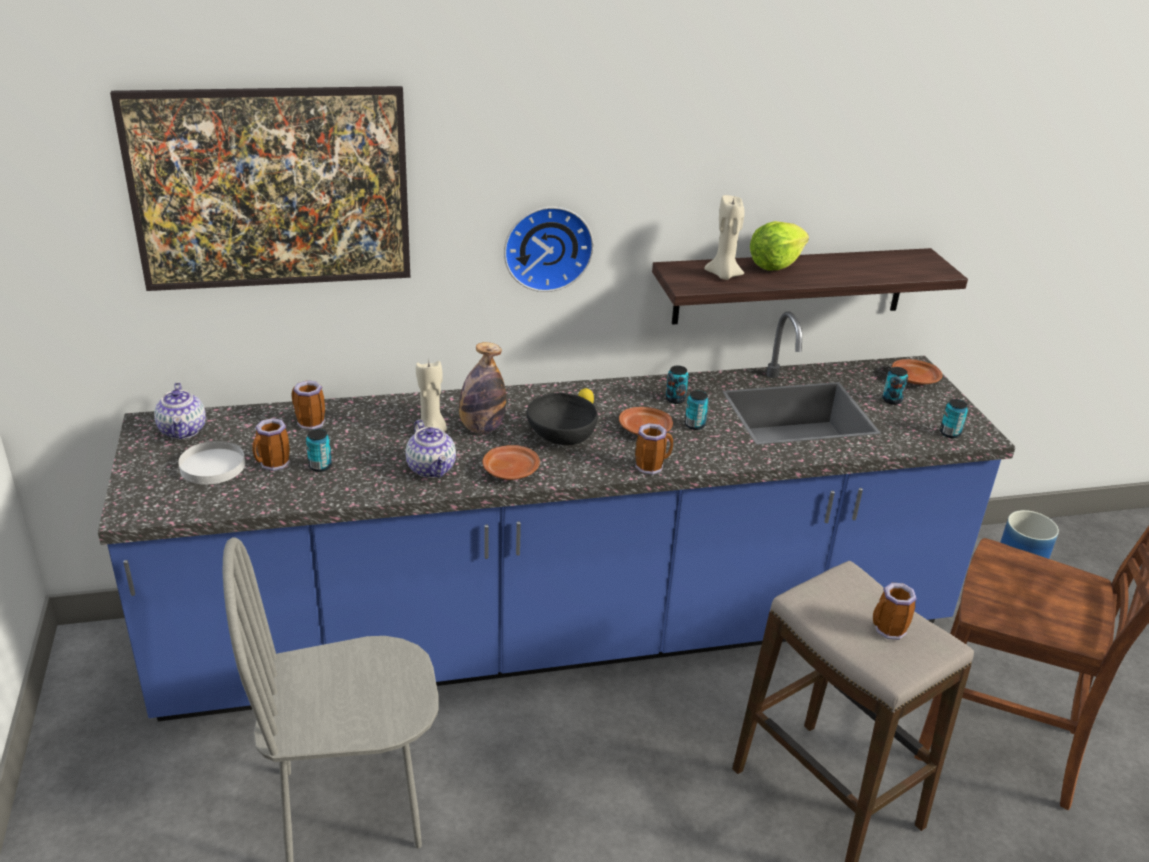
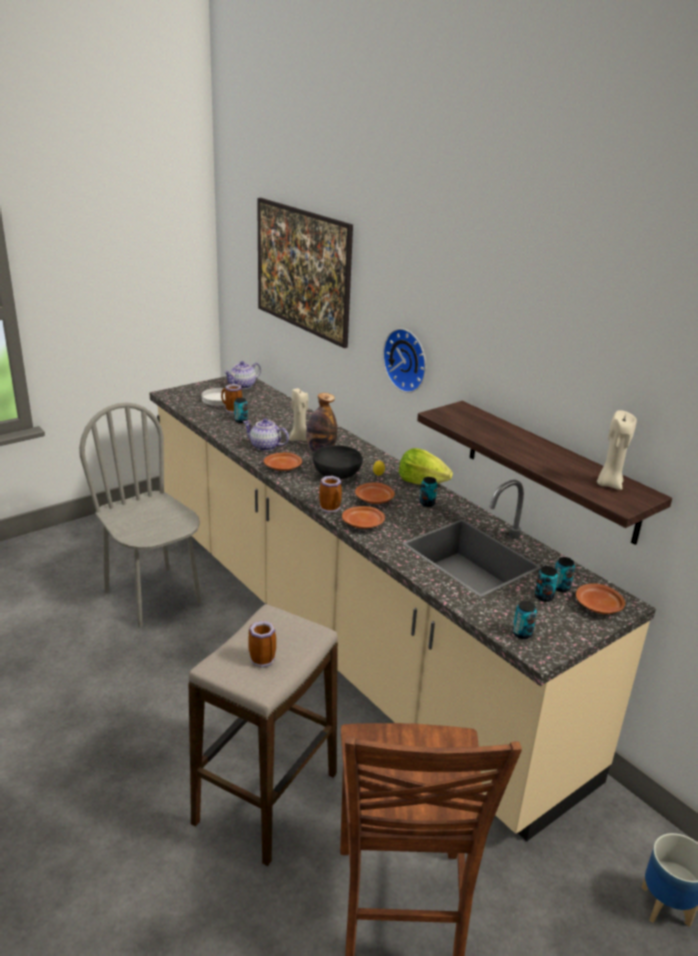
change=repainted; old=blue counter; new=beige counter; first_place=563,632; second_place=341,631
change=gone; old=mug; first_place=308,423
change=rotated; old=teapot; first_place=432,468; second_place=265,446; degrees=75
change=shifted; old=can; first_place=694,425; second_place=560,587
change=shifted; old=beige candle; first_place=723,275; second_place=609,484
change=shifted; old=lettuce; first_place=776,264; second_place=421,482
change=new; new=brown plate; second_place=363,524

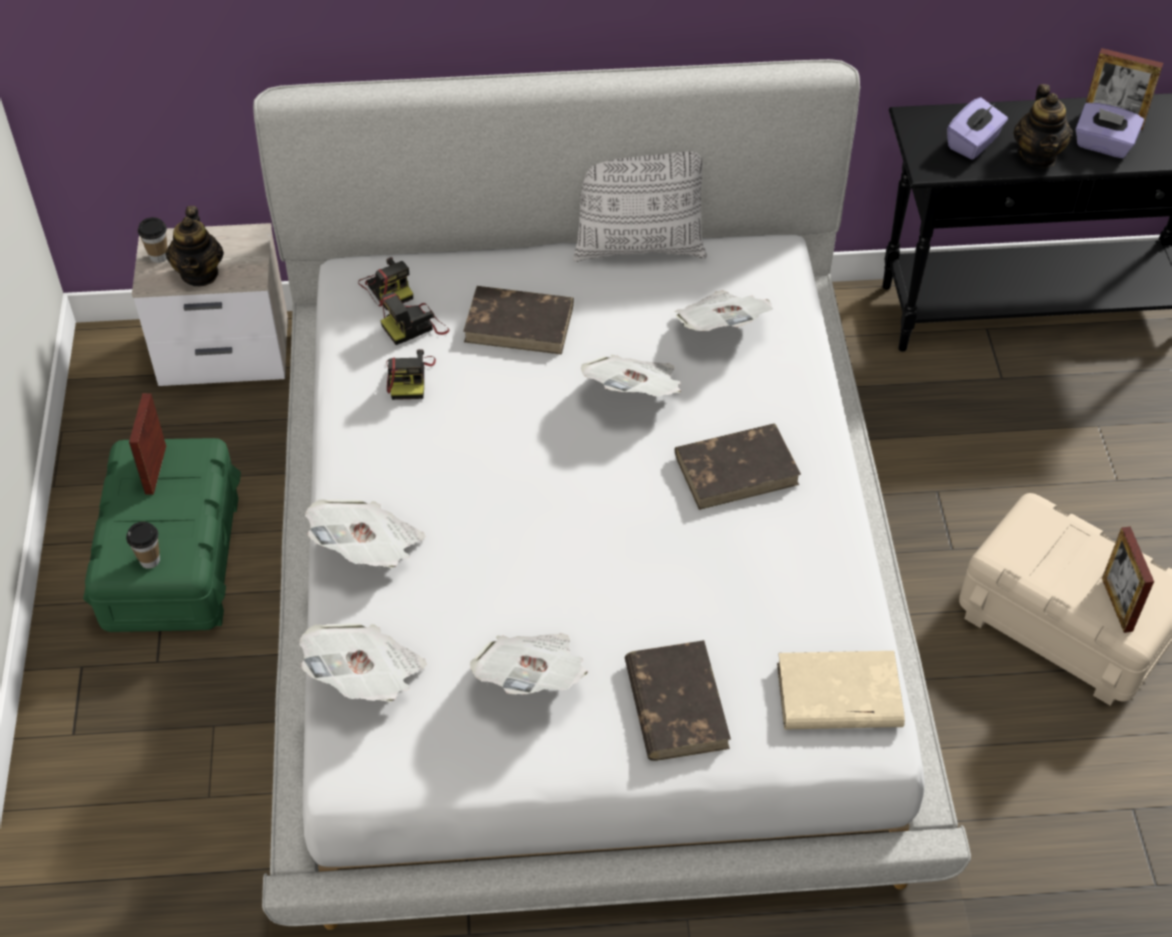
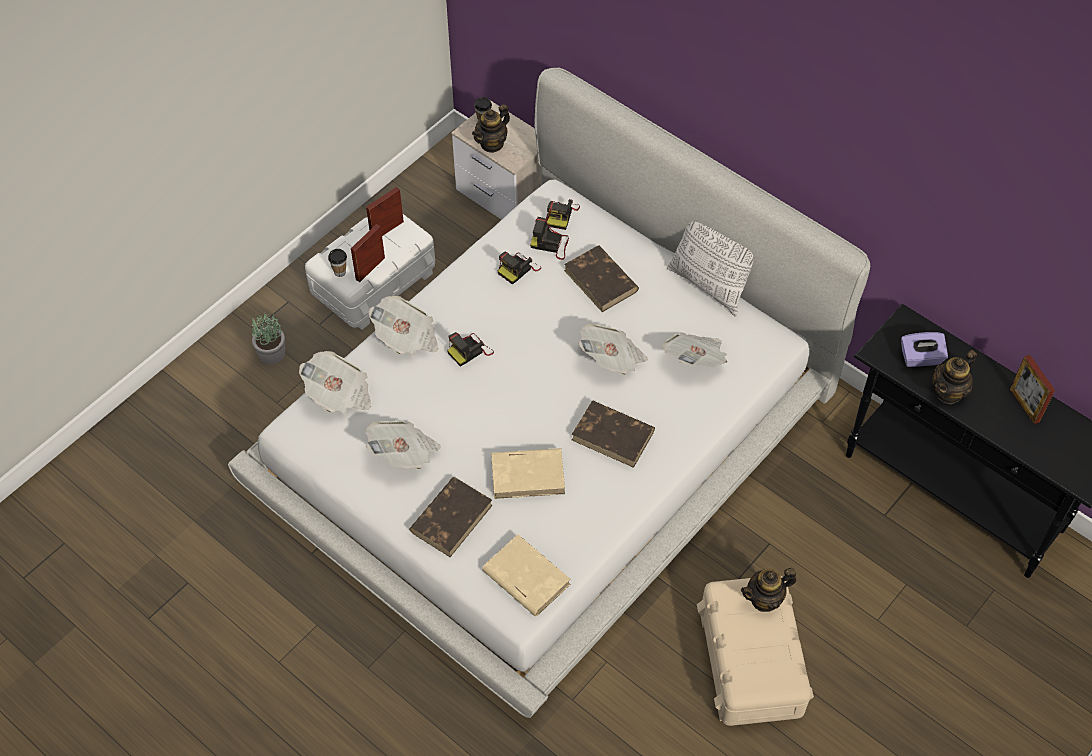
change=repainted; old=green storage box; new=white storage box; first_place=173,561; second_place=374,282
change=gone; old=purple tissue box; first_place=1103,145
change=shifted; old=picture frame; first_place=1117,604; second_place=370,268
change=new; new=potted plant; second_place=272,354
change=new; new=photo camera; second_place=470,351
change=new; new=beige book; second_place=528,475
change=new; new=teapot; second_place=765,599

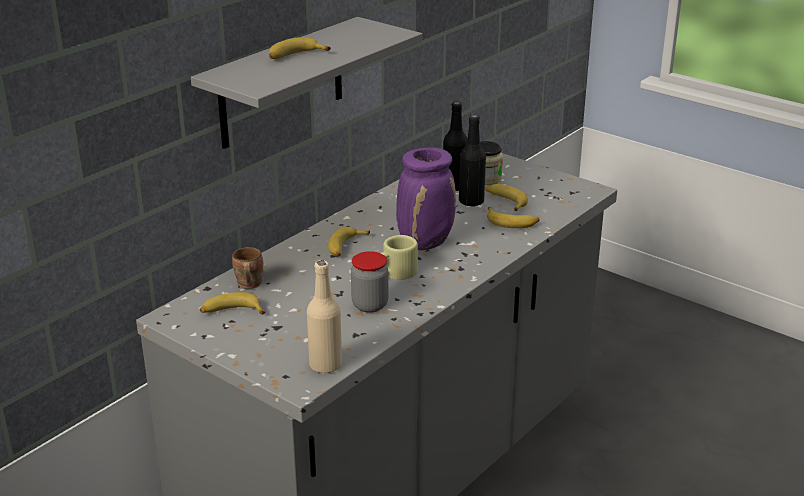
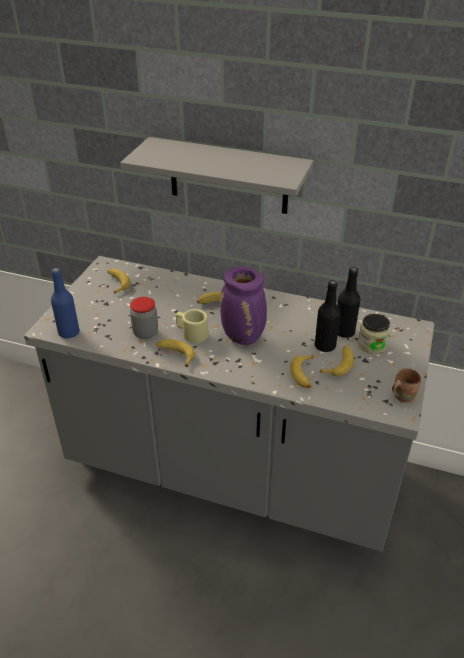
change=shifted; old=brown mug; first_place=248,284; second_place=402,396
change=shifted; old=banana; first_place=295,56; second_place=175,354
change=repainted; old=beige bottle; new=blue bottle; first_place=325,365; second_place=69,332

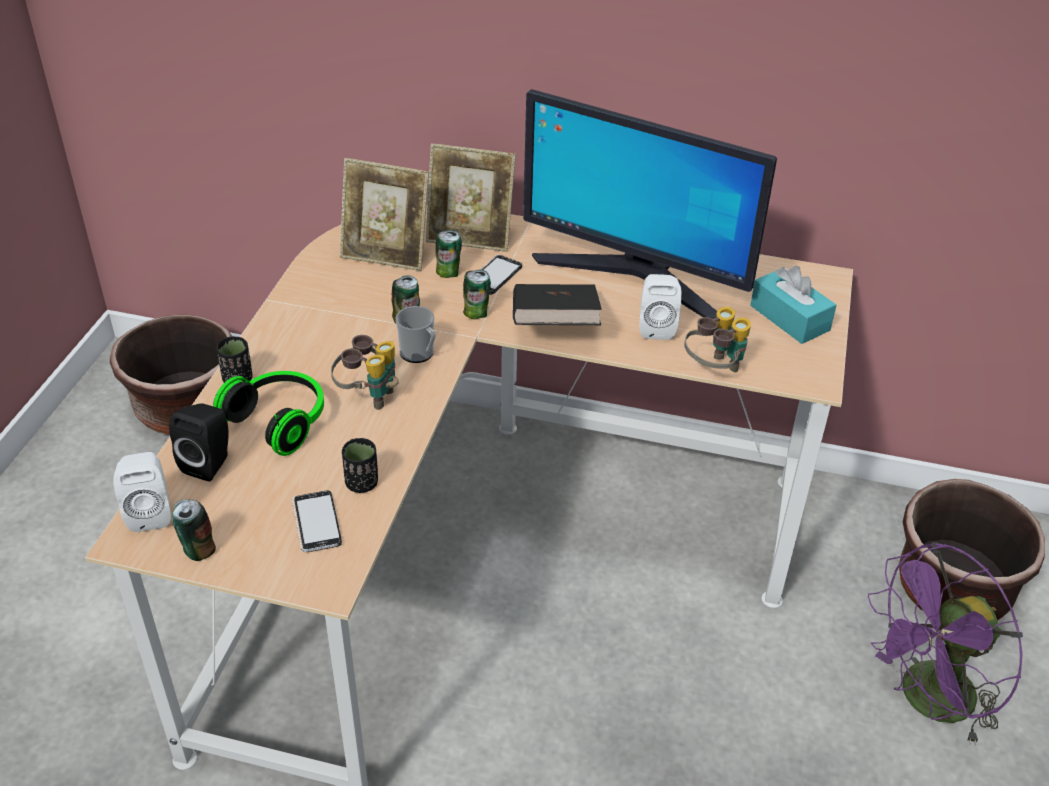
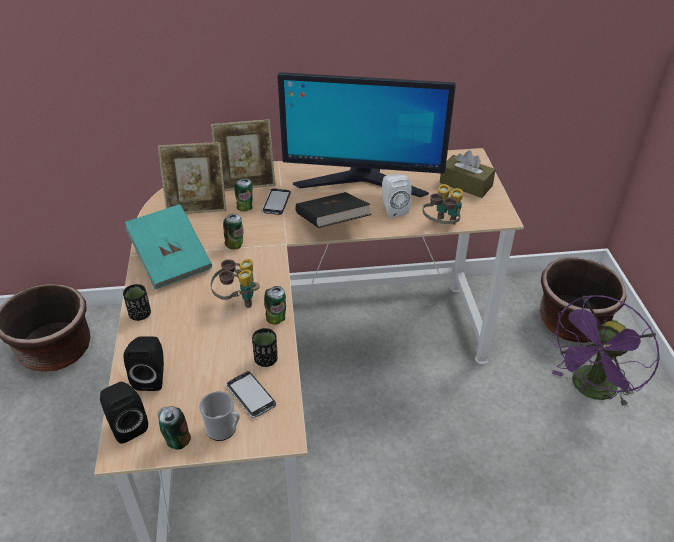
change=repainted; old=white speaker; new=black speaker; first_place=150,512; second_place=127,425
change=gone; old=headphones; first_place=280,421
change=shifted; old=mug; first_place=419,354; second_place=224,430
change=shifted; old=can; first_place=476,314; second_place=276,319
change=repainted; old=turquoise tissue box; new=brown tissue box; first_place=789,318; second_place=465,184
change=new; new=turquoise book; second_place=171,261

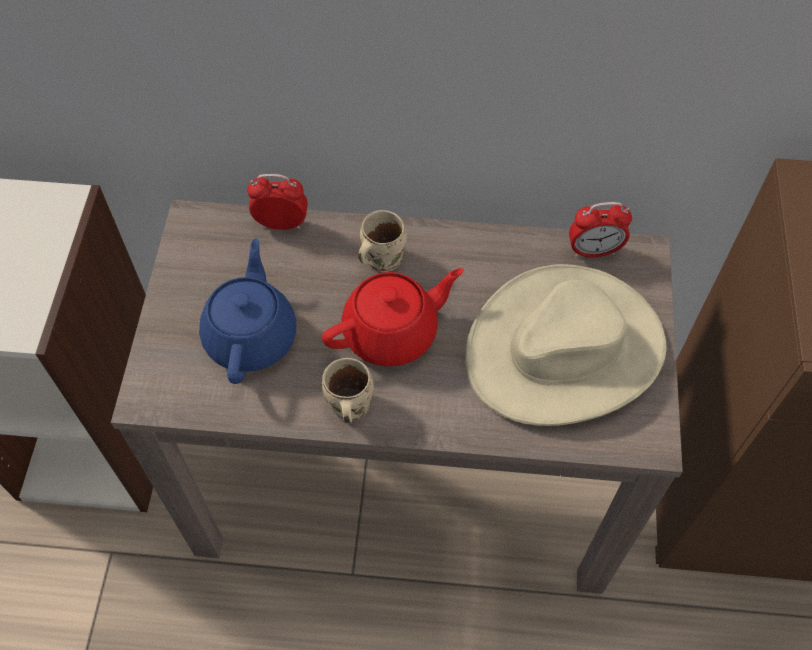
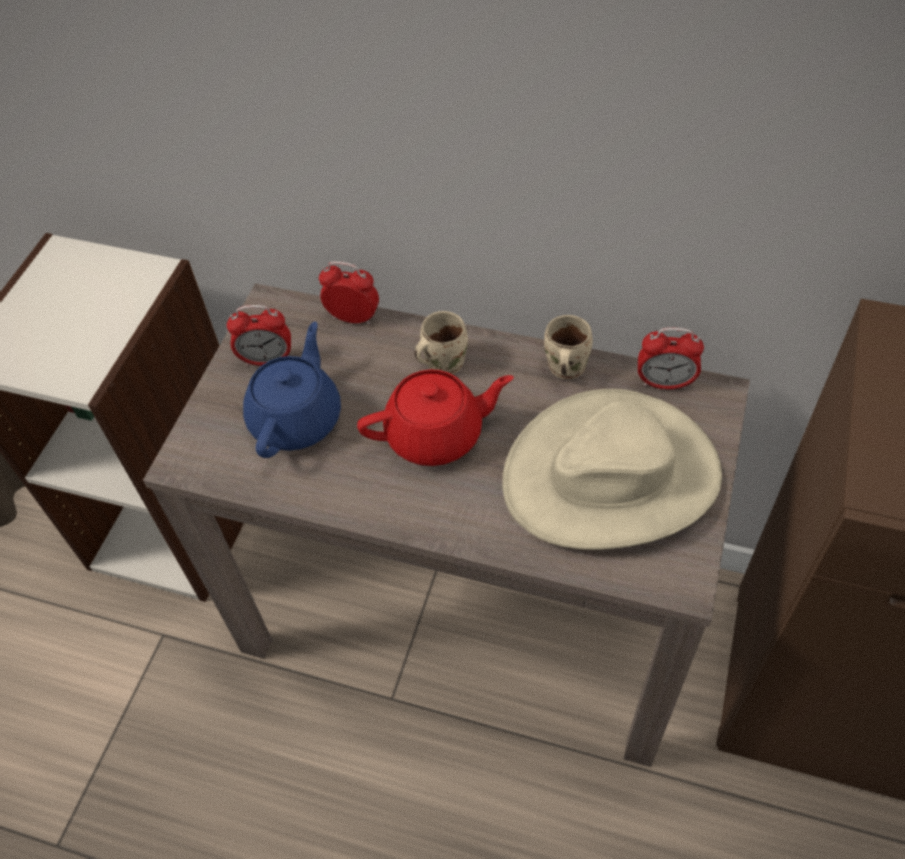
change=shifted; old=beige mug; first_place=347,407; second_place=564,368
change=new; new=alarm clock; second_place=267,360

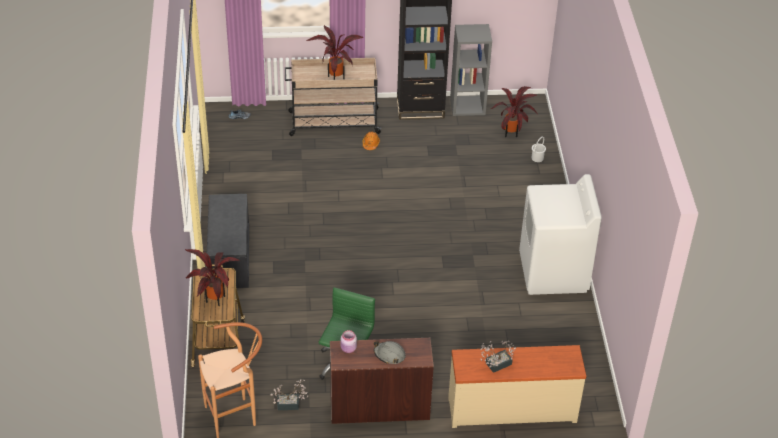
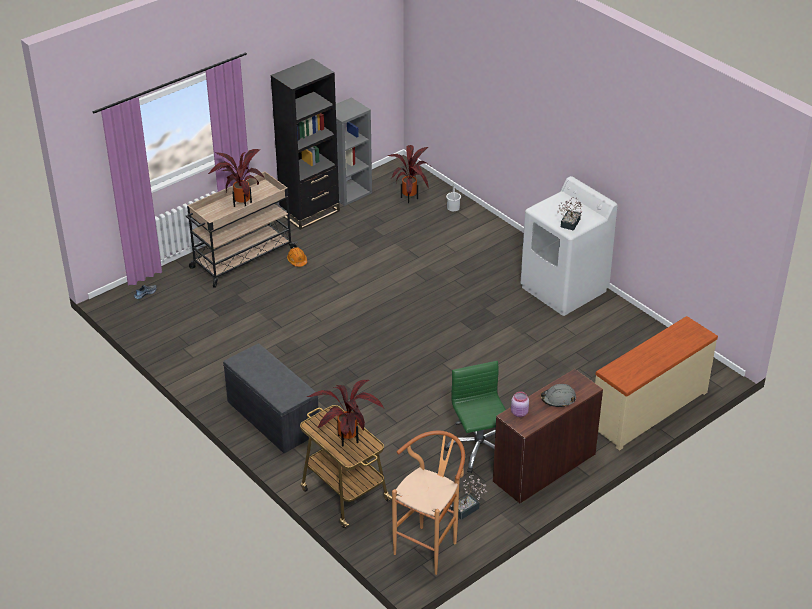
change=shifted; old=potted plant; first_place=495,364; second_place=569,224

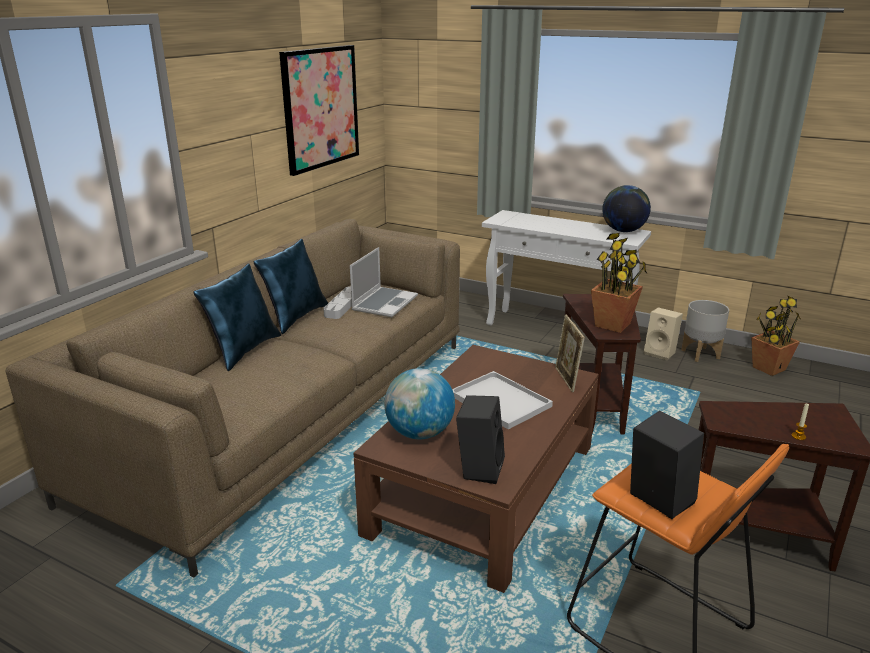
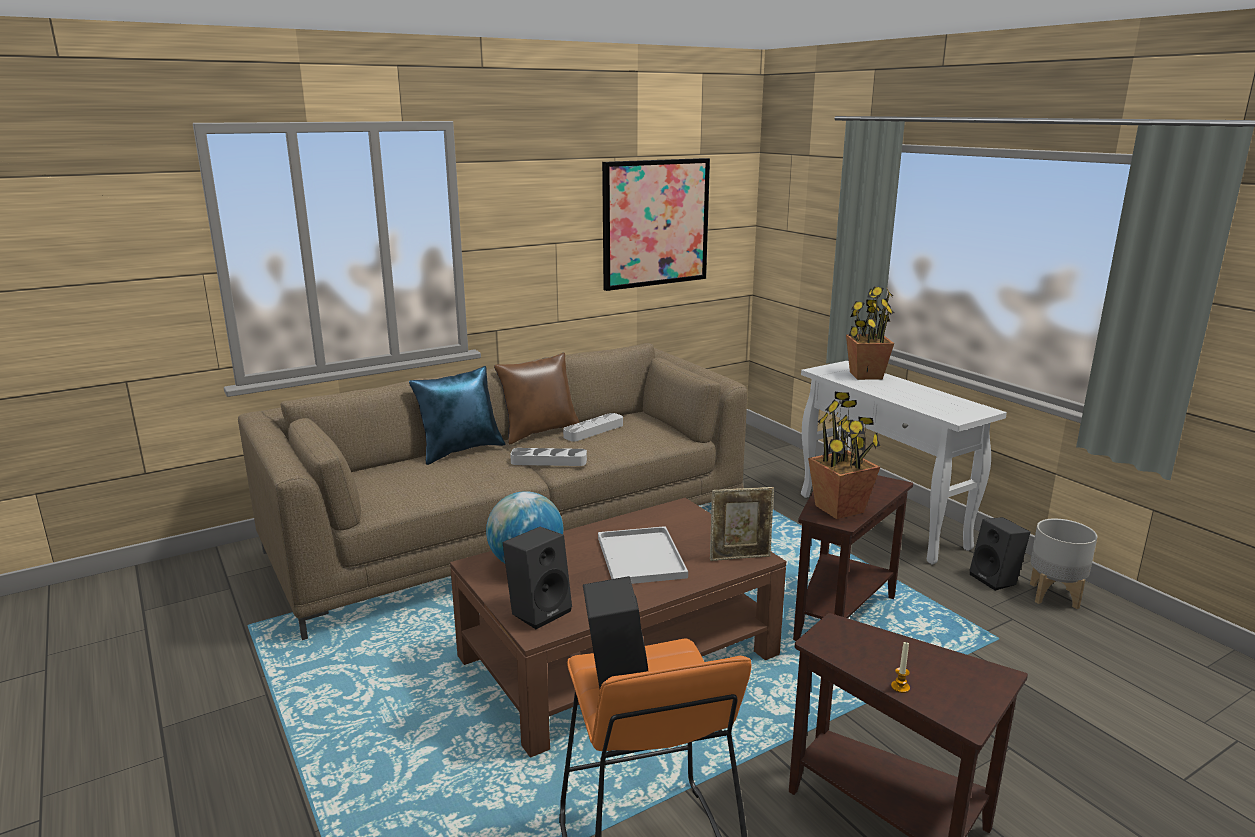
change=repainted; old=blue pillow; new=brown pillow; first_place=296,317; second_place=539,432
change=gone; old=laptop; first_place=384,303
change=rotated; old=picture frame; first_place=566,379; second_place=740,557; degrees=-120
change=gone; old=globe; first_place=623,231
change=repainted; old=beige speaker; new=black speaker; first_place=661,353; second_place=996,579
change=shifted; old=potted plant; first_place=768,368; second_place=865,375
change=new; new=grey tray; second_place=549,461

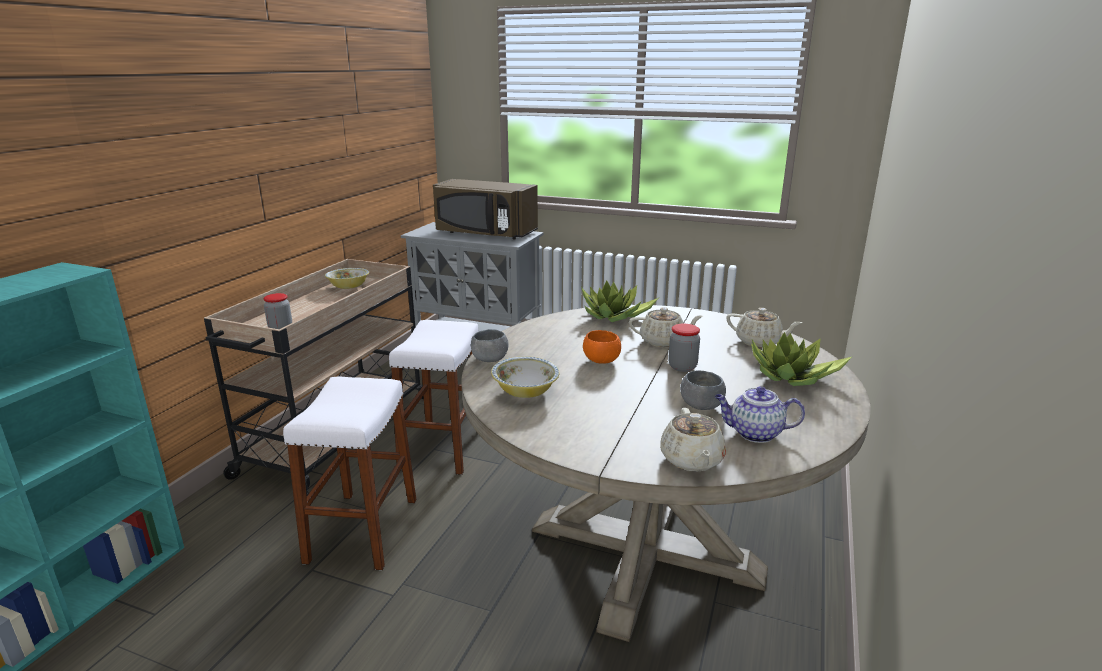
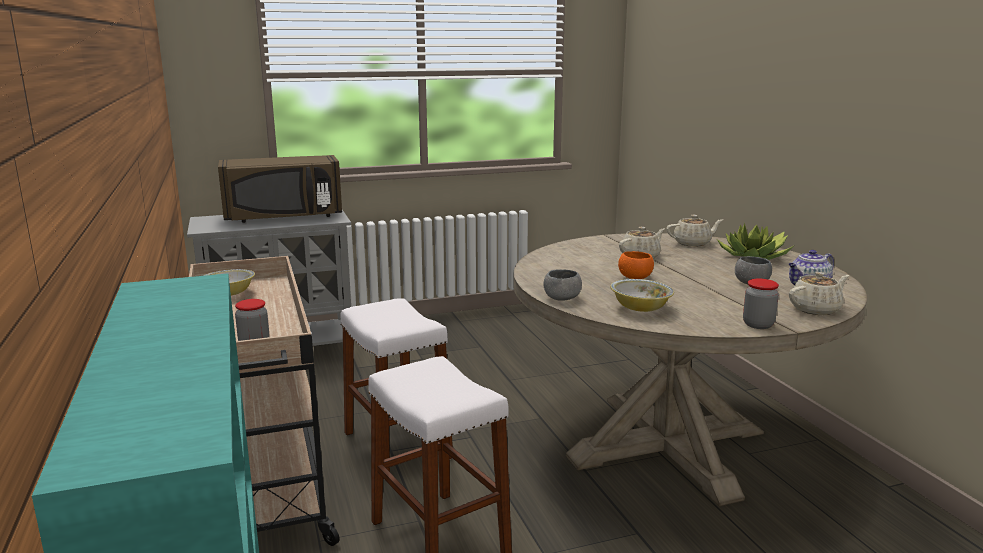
change=gone; old=potted plant; first_place=614,317
change=rotated; old=beige teapot; first_place=691,460; second_place=815,309; degrees=-75
change=shifted; old=jar; first_place=682,367; second_place=758,325

